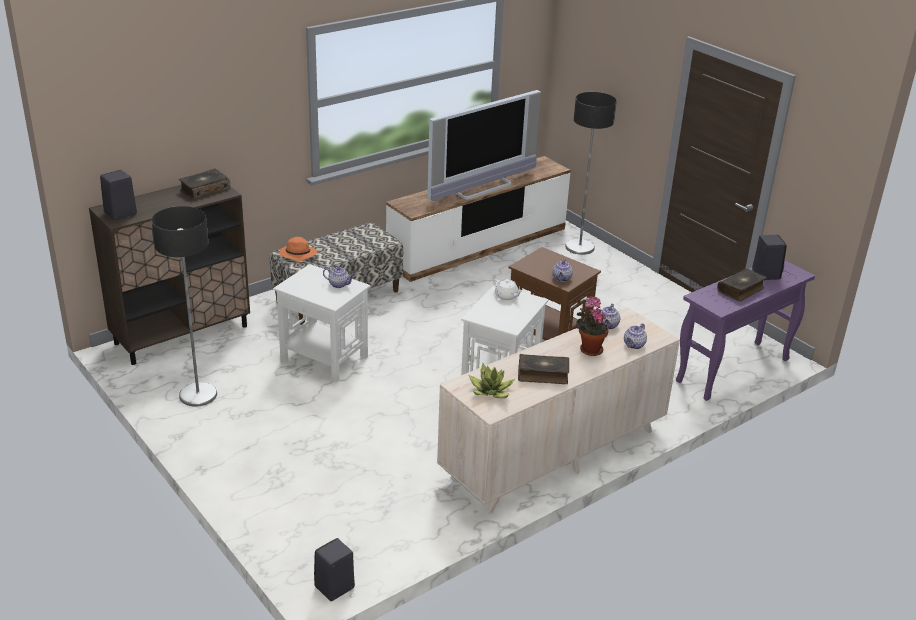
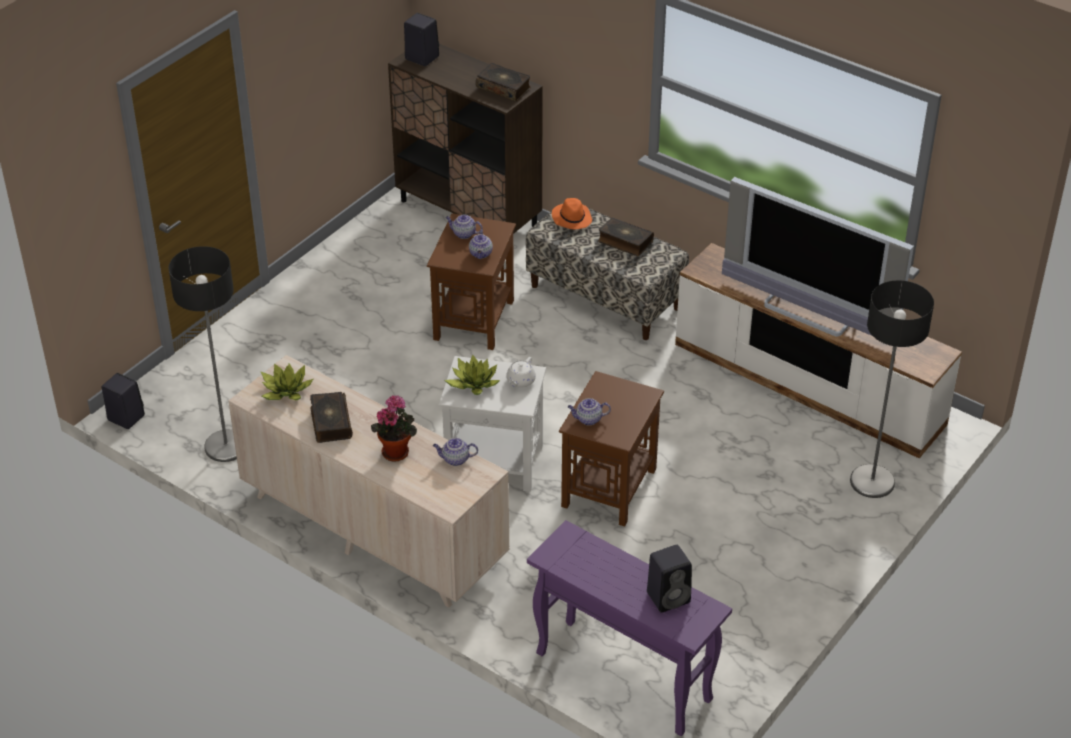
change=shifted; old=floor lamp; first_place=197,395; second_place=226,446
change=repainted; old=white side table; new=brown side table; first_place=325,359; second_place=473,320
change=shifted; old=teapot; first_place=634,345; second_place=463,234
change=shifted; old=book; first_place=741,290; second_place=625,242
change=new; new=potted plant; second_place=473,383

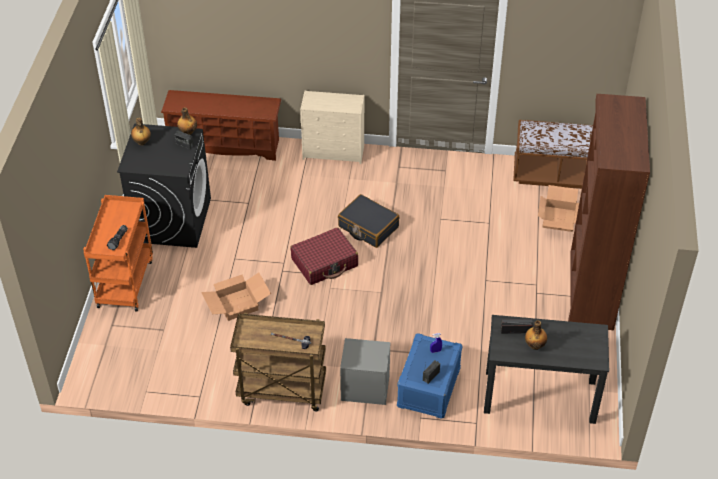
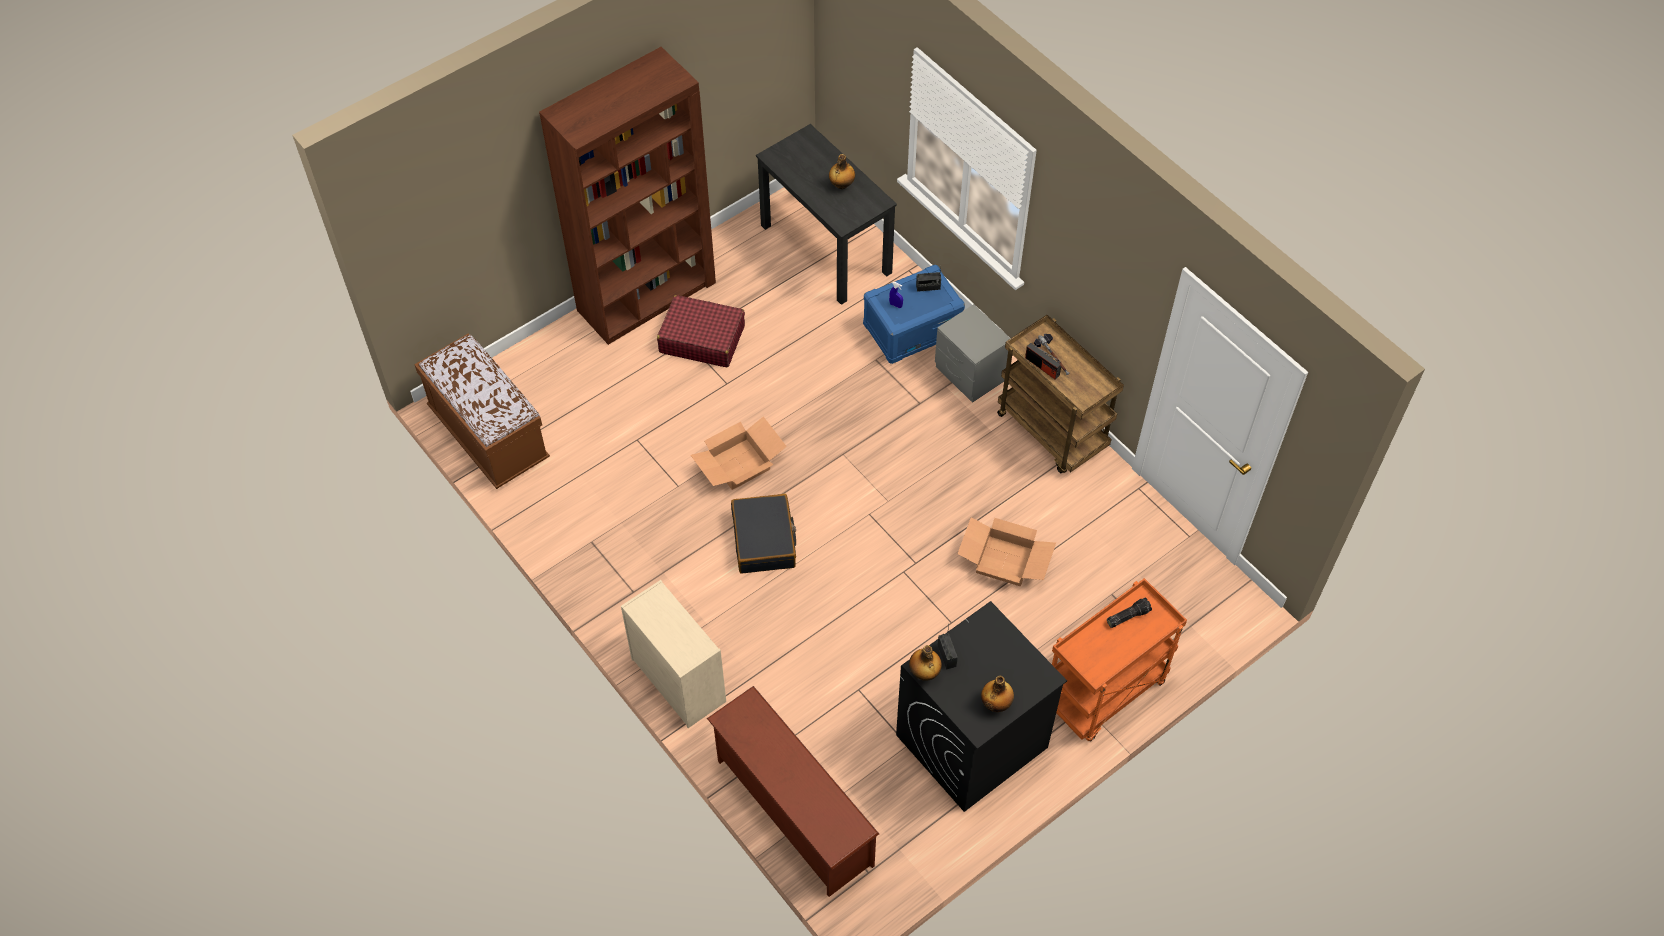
change=shifted; old=red suitcase; first_place=325,263; second_place=702,339
change=shifted; old=radio; first_place=515,331; second_place=1042,366
change=shifted; old=cardboard box; first_place=558,218; second_place=739,465

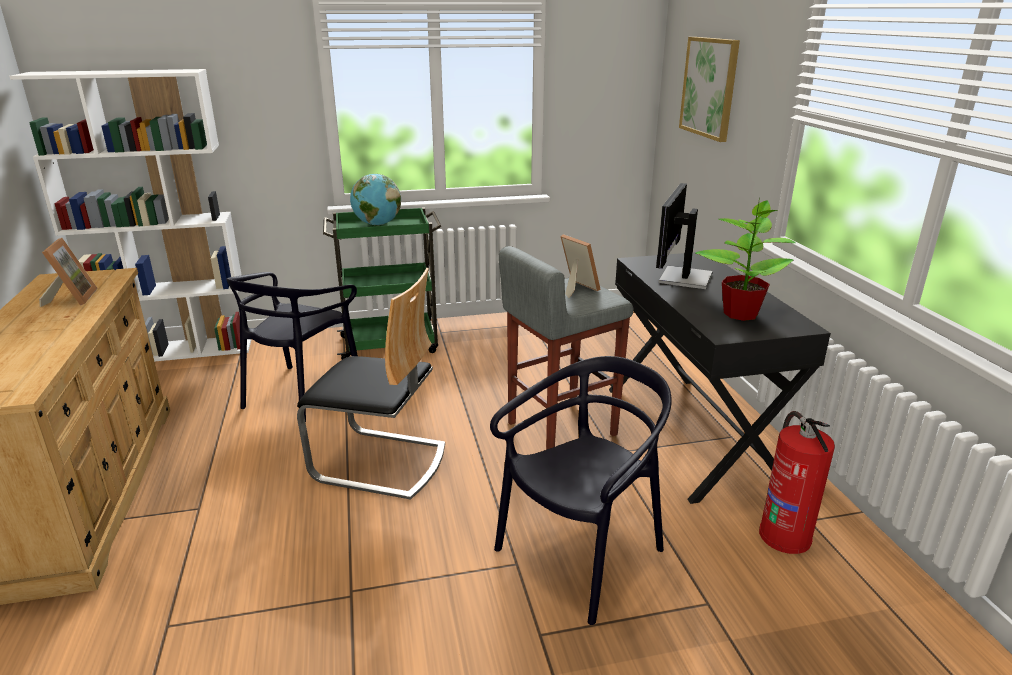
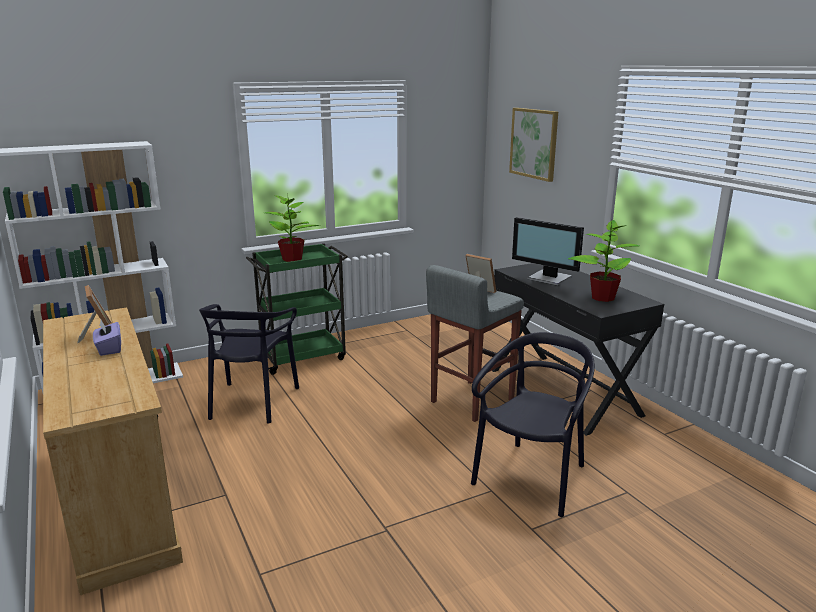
change=gone; old=chair; first_place=380,462
change=swapped; old=globe; new=potted plant; first_place=377,224; second_place=292,259
change=rotated; old=monitor; first_place=682,278; second_place=549,278; degrees=-60
change=gone; old=fire extinguisher; first_place=784,535
change=new; new=purple tissue box; second_place=109,349

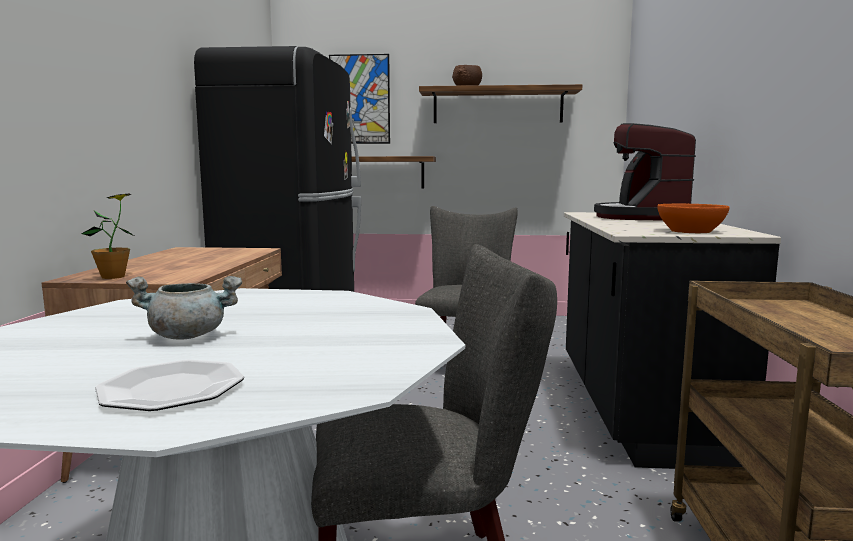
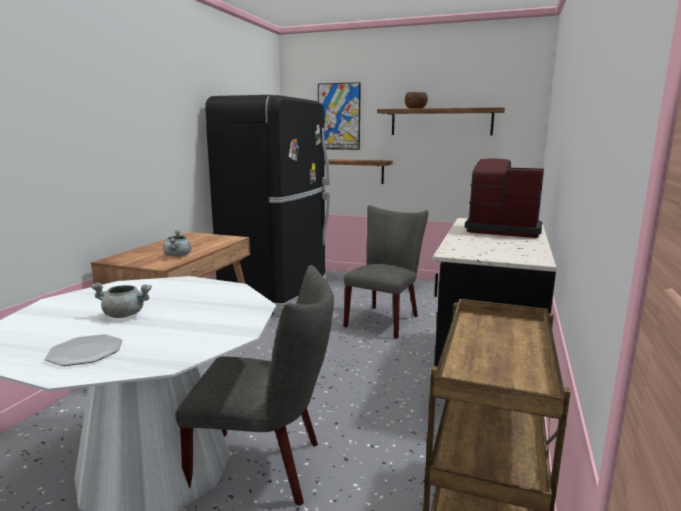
change=gone; old=potted plant; first_place=113,277
change=rotated; old=coffee machine; first_place=642,217; second_place=502,230; degrees=90
change=gone; old=orange bowl; first_place=690,231
change=new; new=grey cooking pot; second_place=178,256

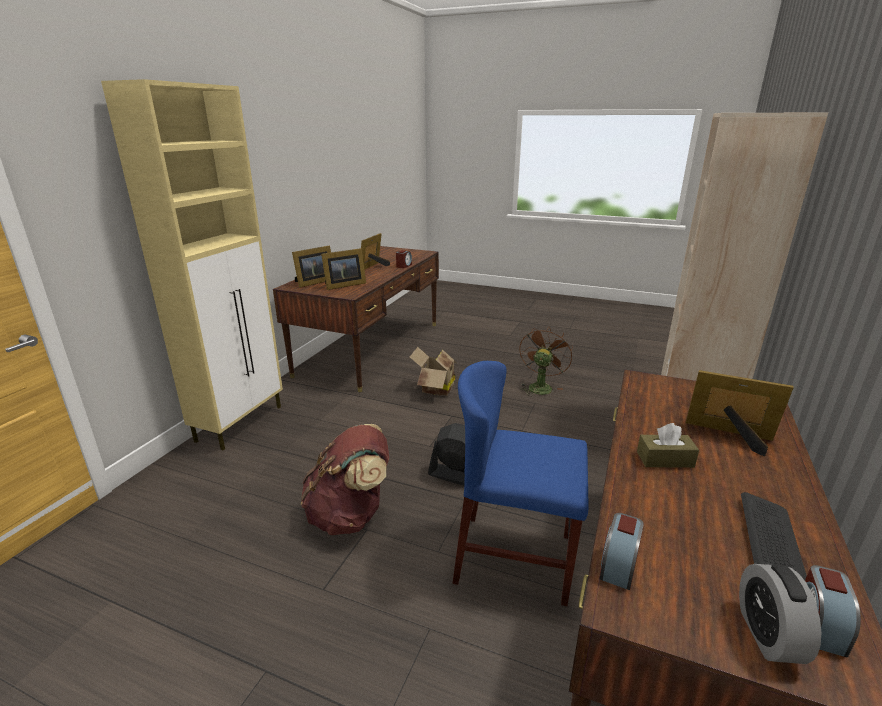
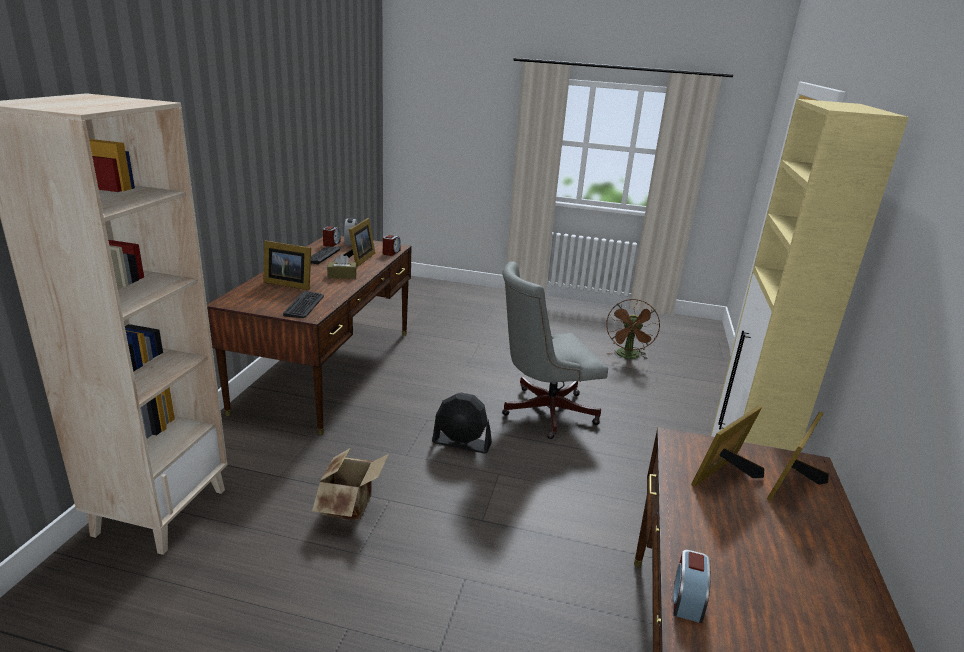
change=swapped; old=brown backpack; new=grey office chair; first_place=350,515; second_place=542,412
change=shifted; old=picture frame; first_place=373,267; second_place=359,259
change=shifted; old=cardboard box; first_place=435,389; second_place=352,505
change=gone; old=blue chair; first_place=514,558
change=shifted; old=brown fan; first_place=540,386; second_place=628,356
change=new; new=keyboard; second_place=304,305

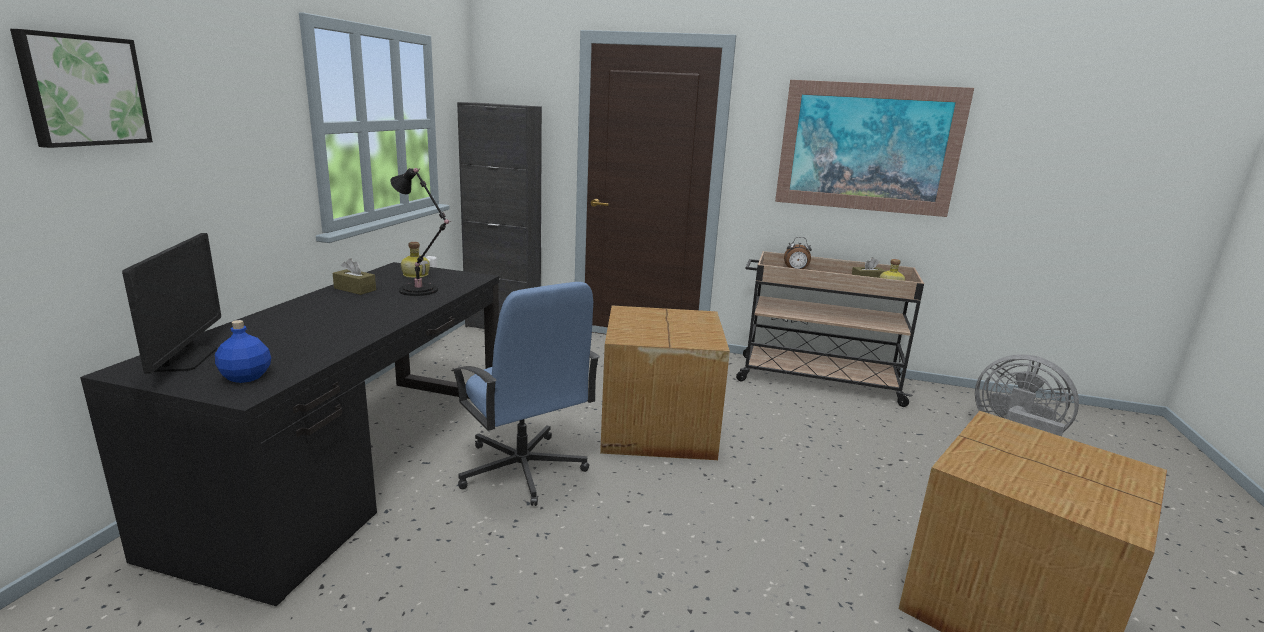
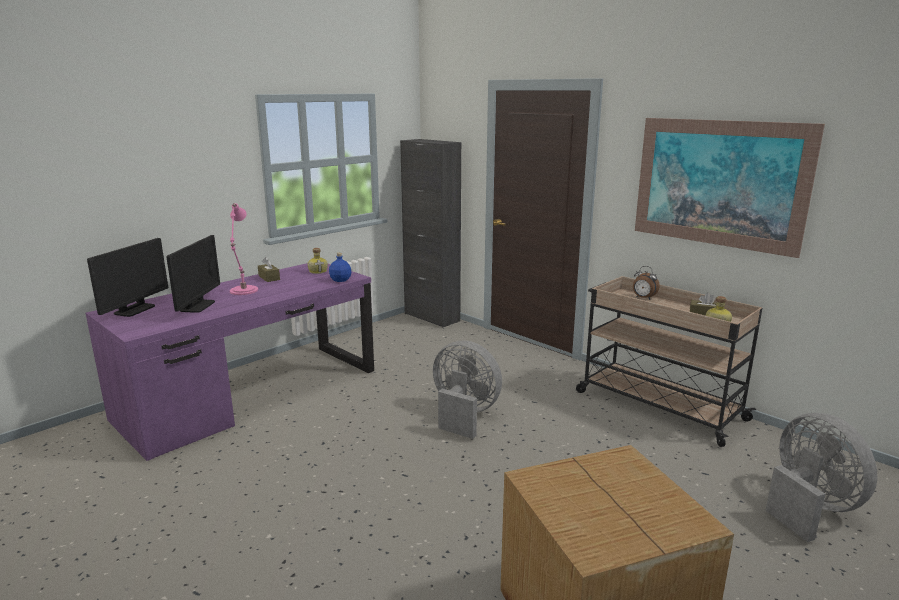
change=gone; old=picture; first_place=83,90
change=repainted; old=black desk; new=purple desk; first_place=357,464; second_place=252,395
change=shifted; old=blue bottle; first_place=245,377; second_place=340,280
change=gone; old=black table lamp; first_place=421,291
change=gone; old=blue office chair; first_place=522,470
change=swapped; old=cardboard box; new=grey fan; first_place=656,428; second_place=464,415
change=new; new=monitor; second_place=197,306
change=new; new=pink table lamp; second_place=243,291

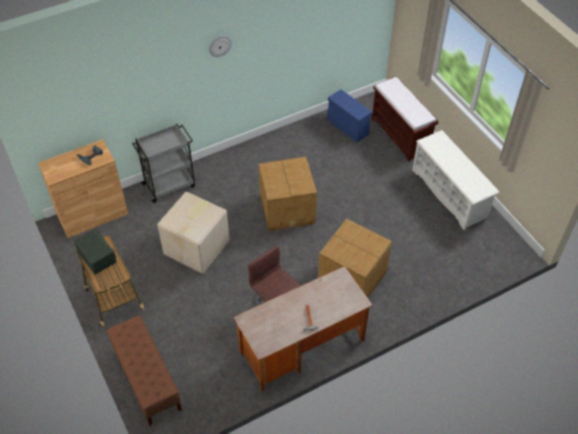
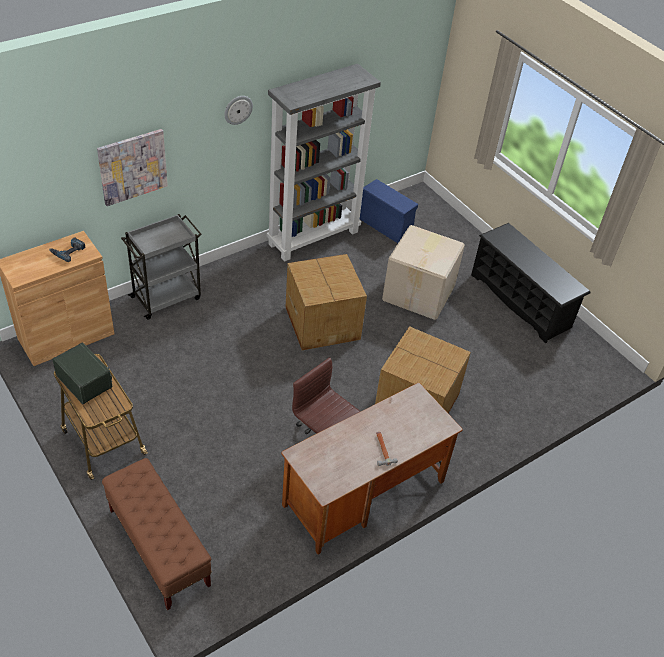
change=shifted; old=cardboard box; first_place=197,247; second_place=420,293
change=gone; old=brown bench; first_place=400,135
change=repainted; old=white shoe rack; new=black shoe rack; first_place=449,194; second_place=521,301
change=new; new=picture; second_place=132,166
change=new; new=grey bookcase; second_place=314,237

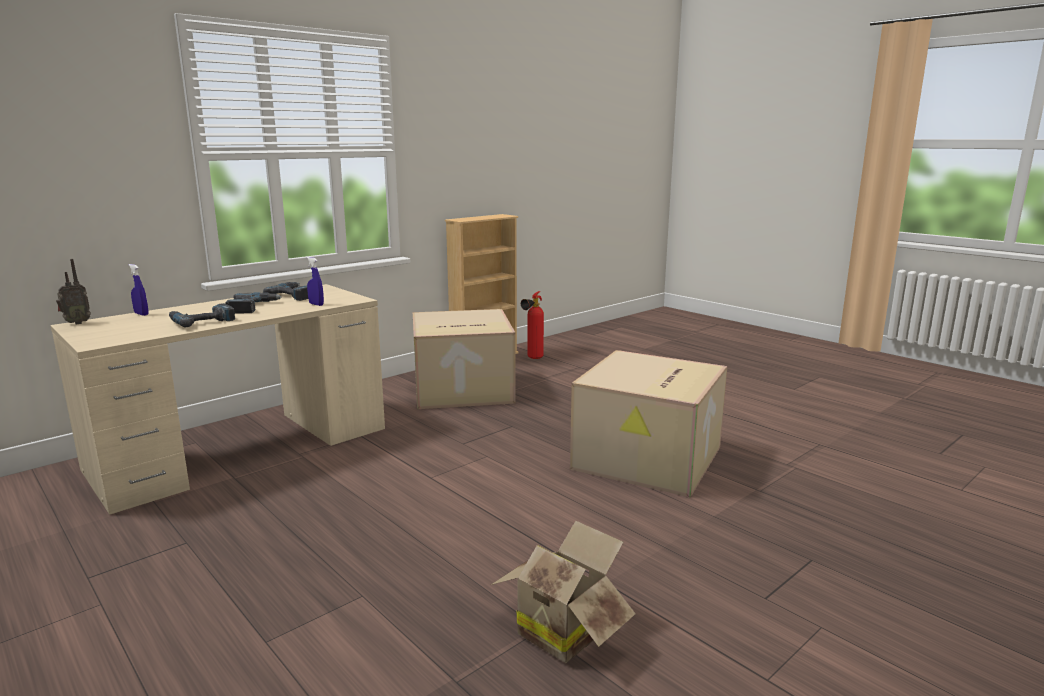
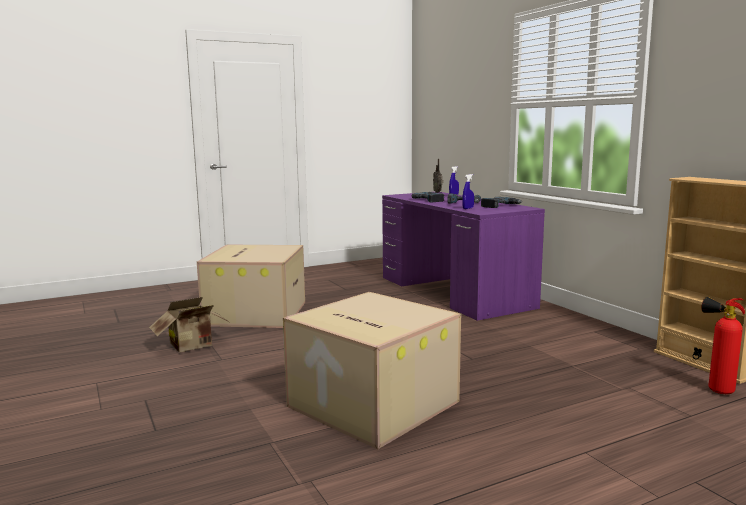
change=repainted; old=beige desk; new=purple desk; first_place=244,448; second_place=453,292
change=shifted; old=cardboard box; first_place=461,390; second_place=255,313

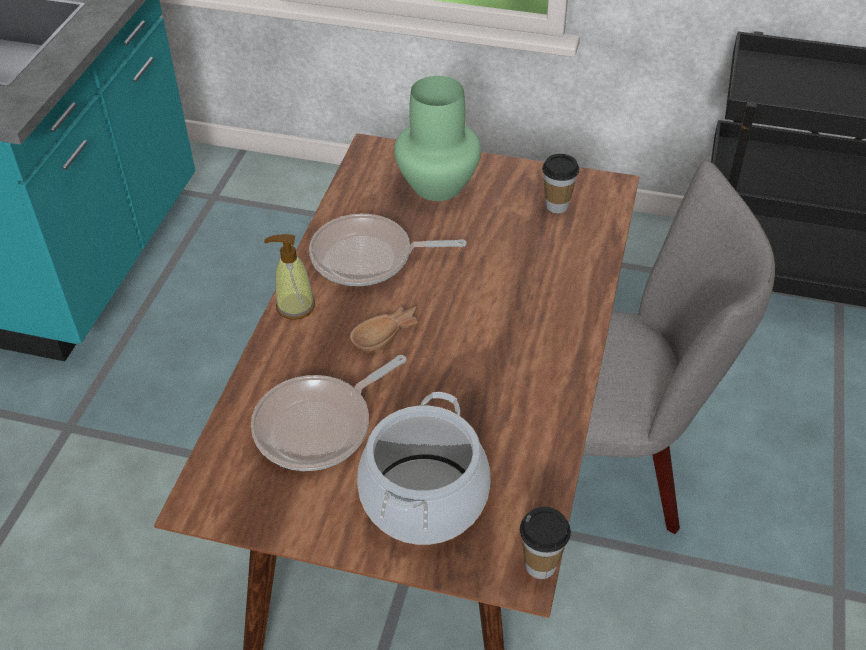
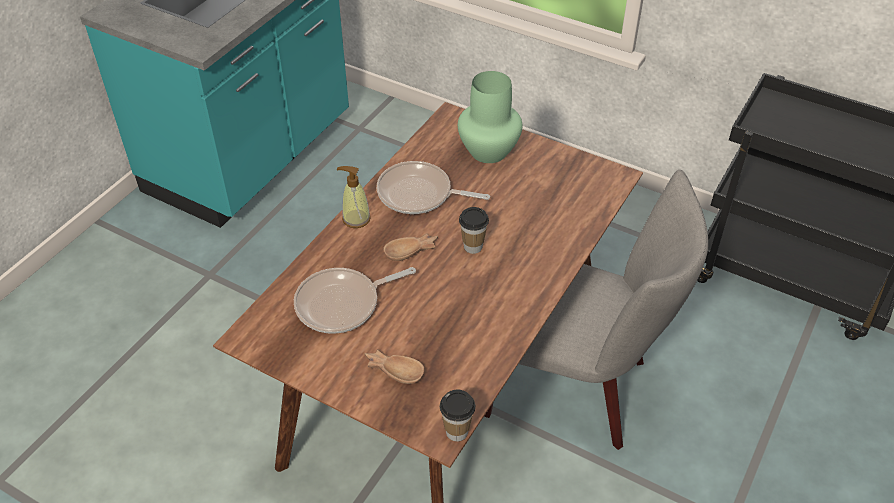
change=swapped; old=cooking pot; new=brown bowl; first_place=423,498; second_place=394,369
change=shifted; old=cup; first_place=557,206; second_place=473,247

